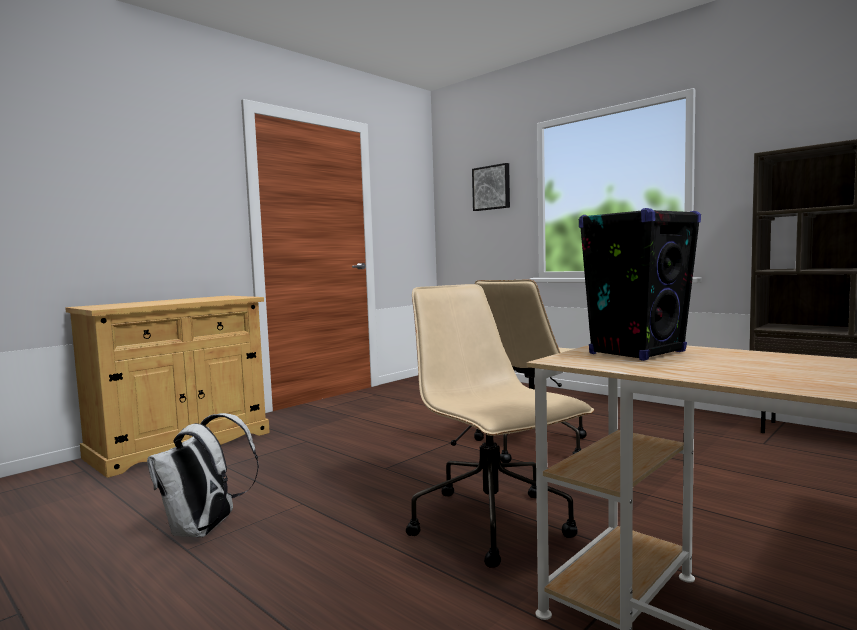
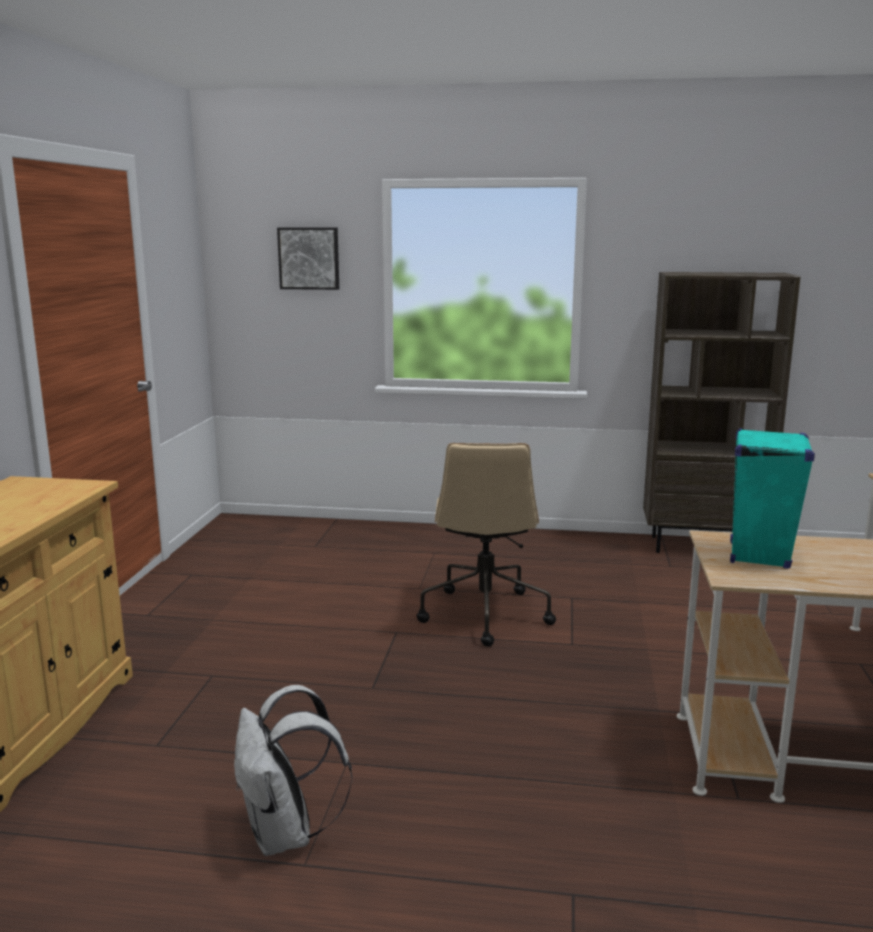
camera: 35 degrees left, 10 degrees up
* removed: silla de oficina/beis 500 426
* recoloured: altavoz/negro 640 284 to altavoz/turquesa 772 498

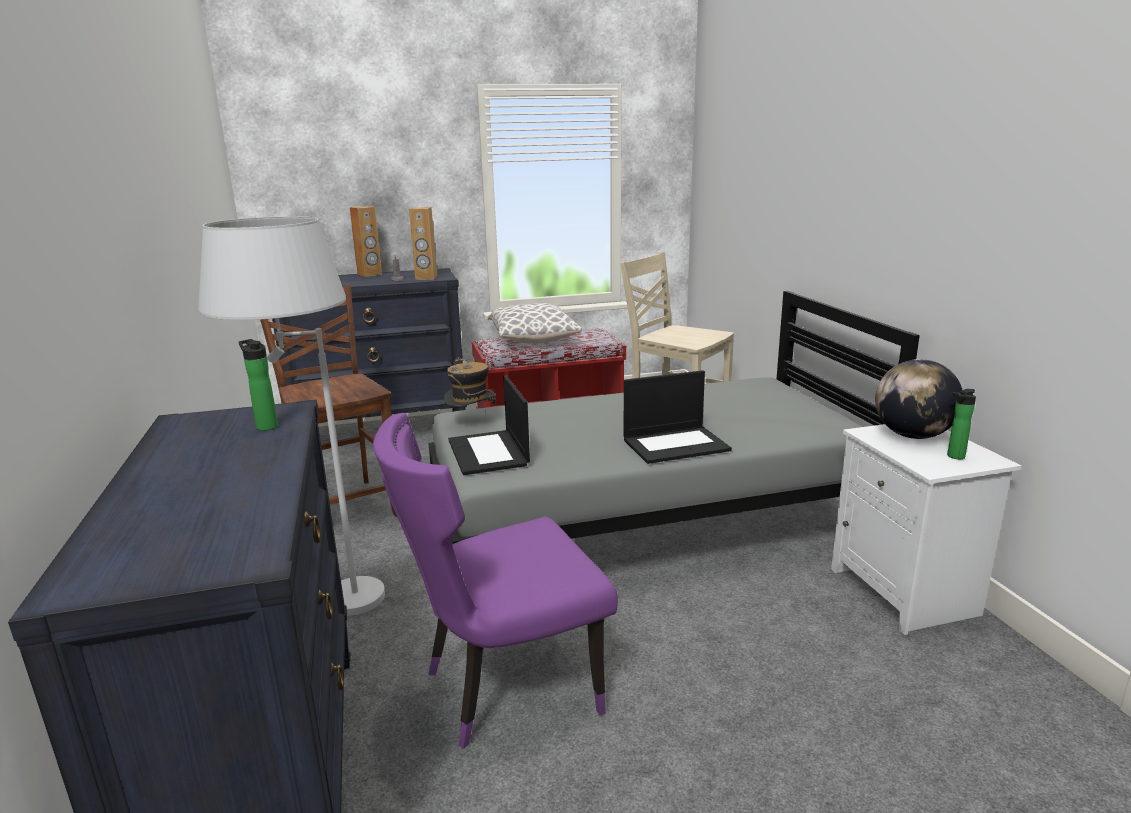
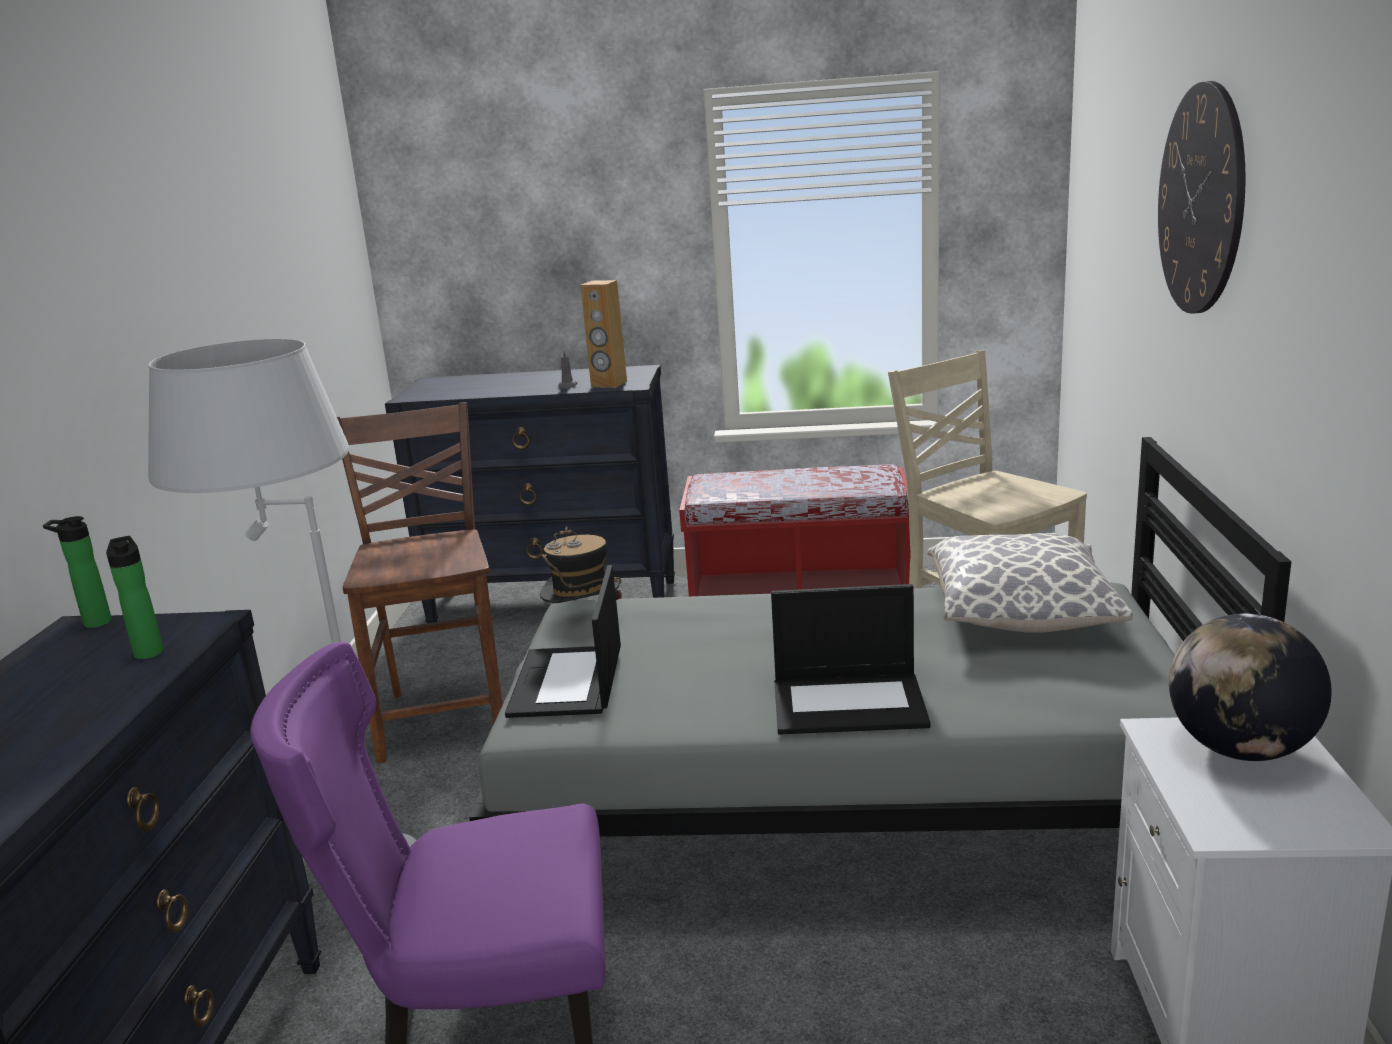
camera: 20 degrees right, 0 degrees up
* removed: altavoz/marrón 366 241
* moved: cojín 535 323 to 1030 583
* moved: botella 961 424 to 77 572
* added: reloj de pared 1202 197

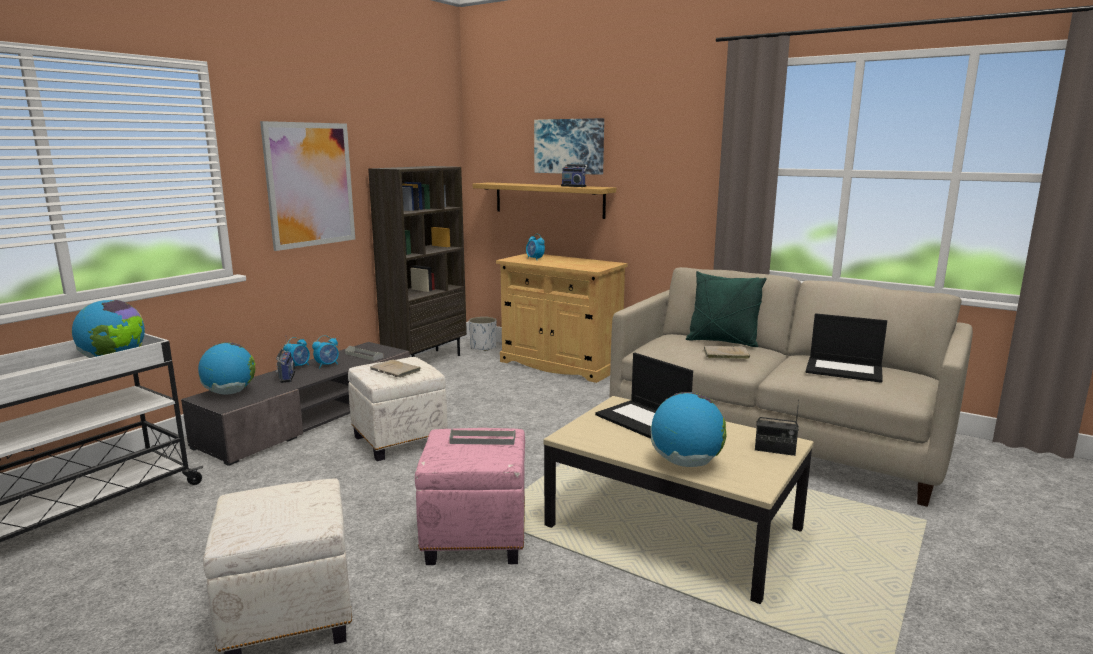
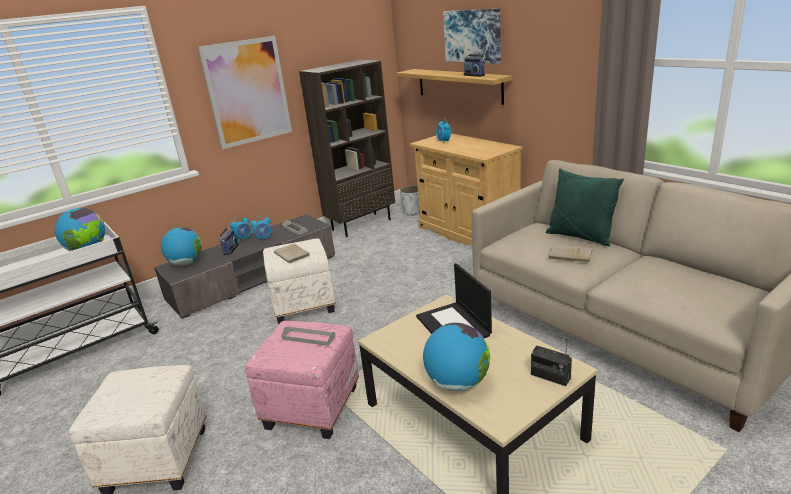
camera: 20 degrees right, 10 degrees up
* removed: portátil 846 348

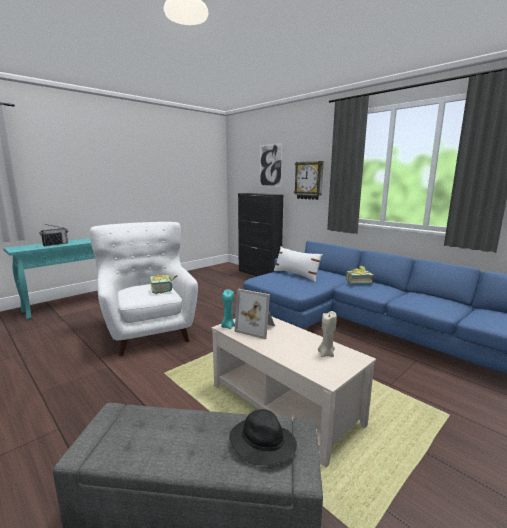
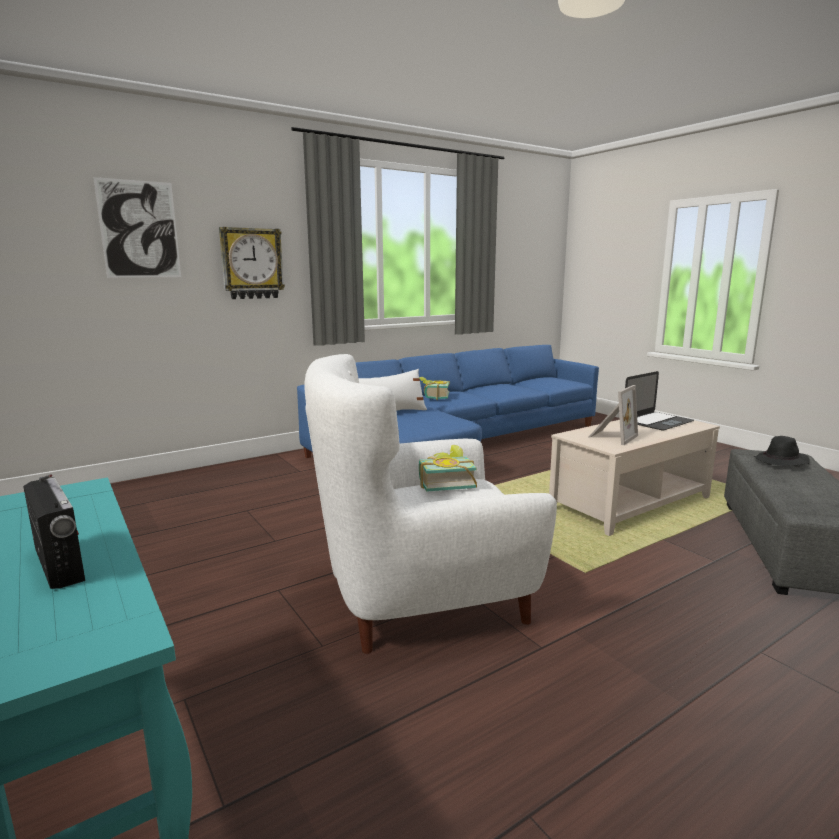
camera: 80 degrees left, 0 degrees up
* removed: vela/turquesa 228 309
* removed: armario/negro 260 234
* replaced: vela/beis 327 334 to portátil 659 400

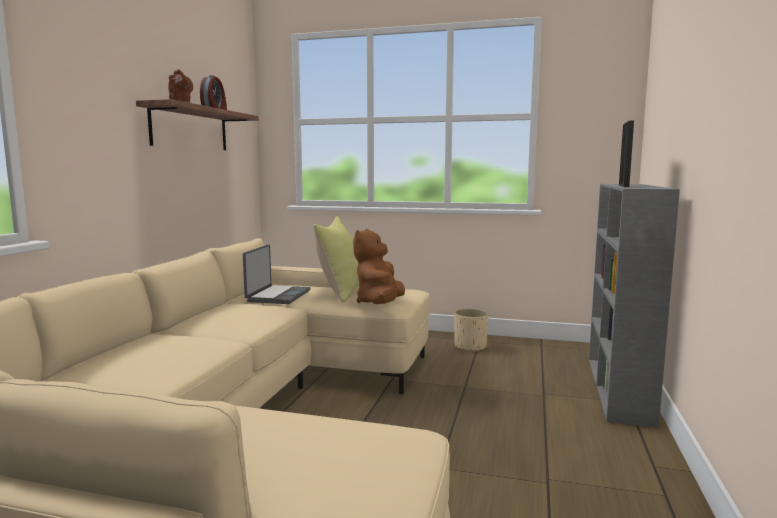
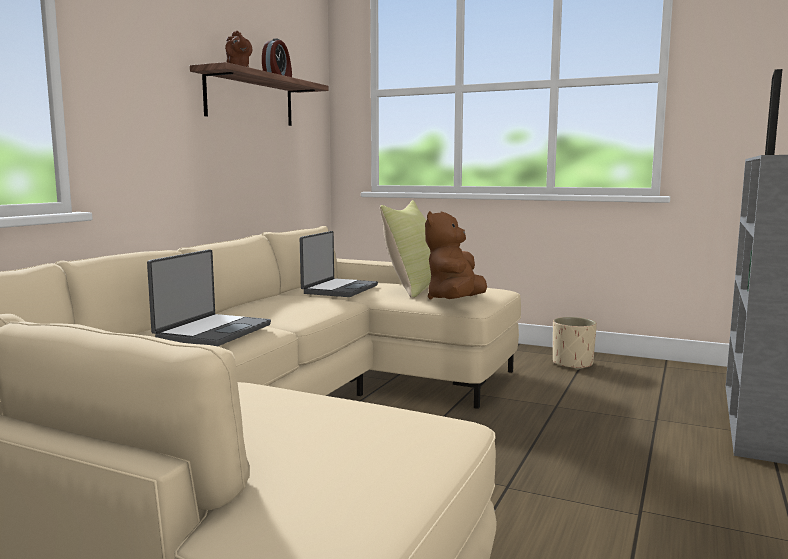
camera: 10 degrees right, 0 degrees up
* added: portátil 209 297

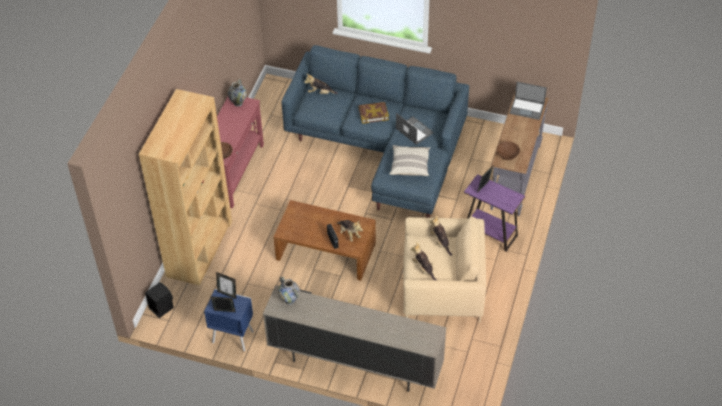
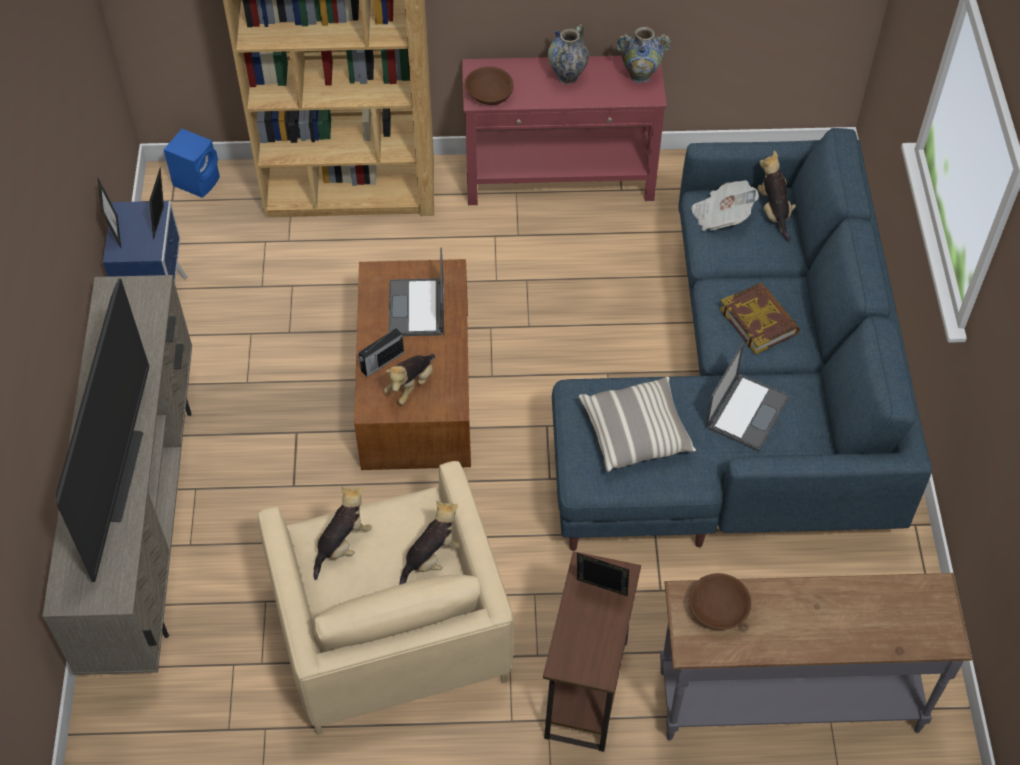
camera: 70 degrees right, 5 degrees up
* recoloured: altavoz/negro 159 300 to altavoz/azul 191 163
* moved: florero 289 291 to 568 54
* recoloured: mesa auxiliar/morado 494 213 to mesa auxiliar/marrón 592 651
* moved: portátil 528 101 to 416 292
* added: televisor 102 430
* added: periódico 725 205

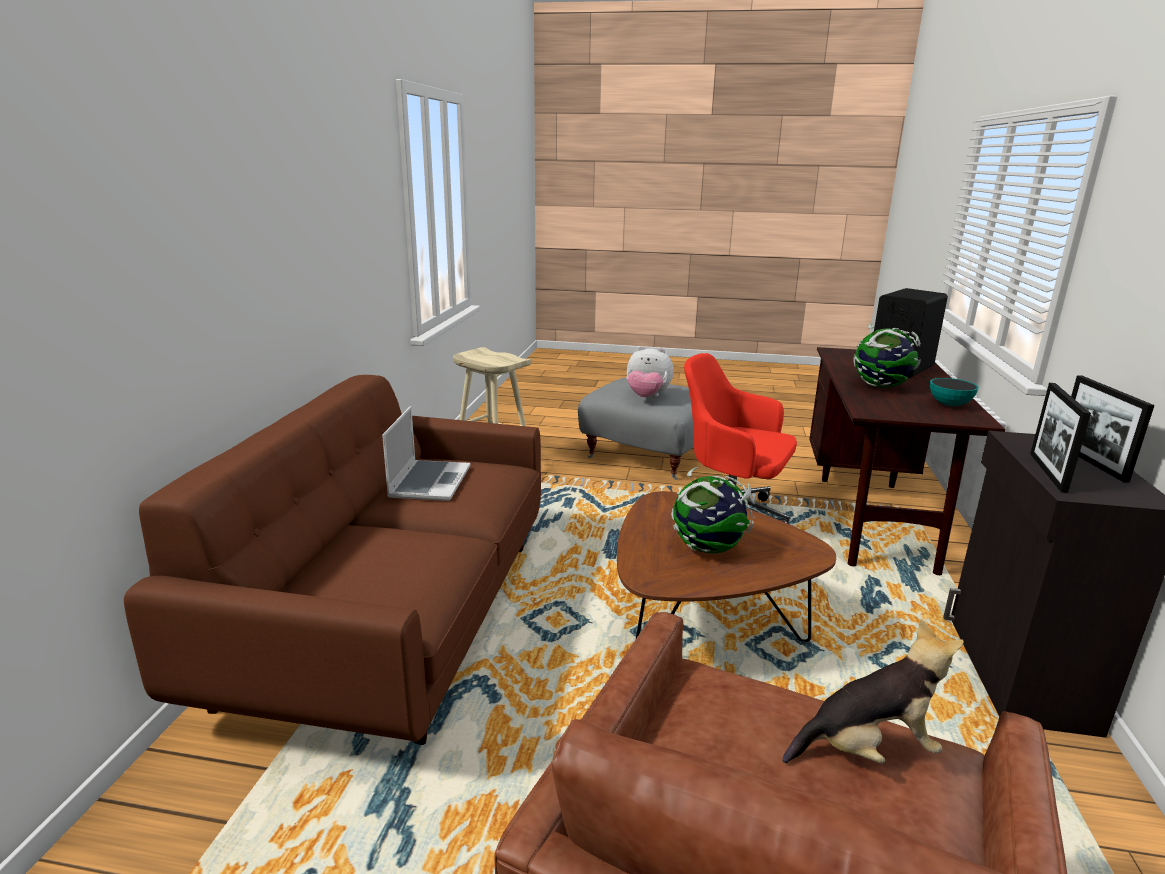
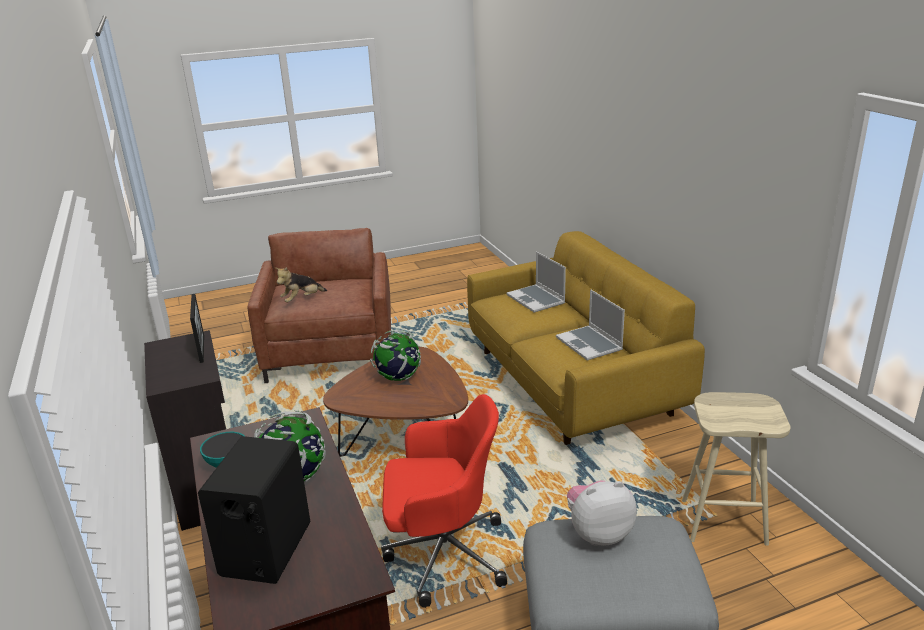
camera: 150 degrees right, 5 degrees up
* recoloured: sofá/marrón 332 560 to sofá/amarillo 586 338
* removed: portarretratos 1113 429
* added: portátil 536 282

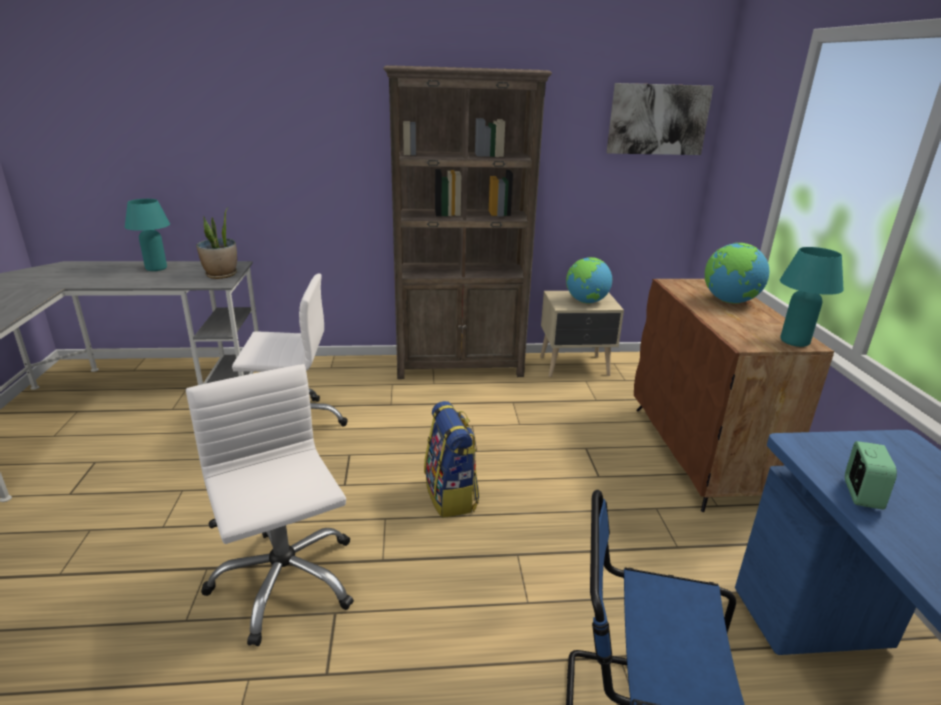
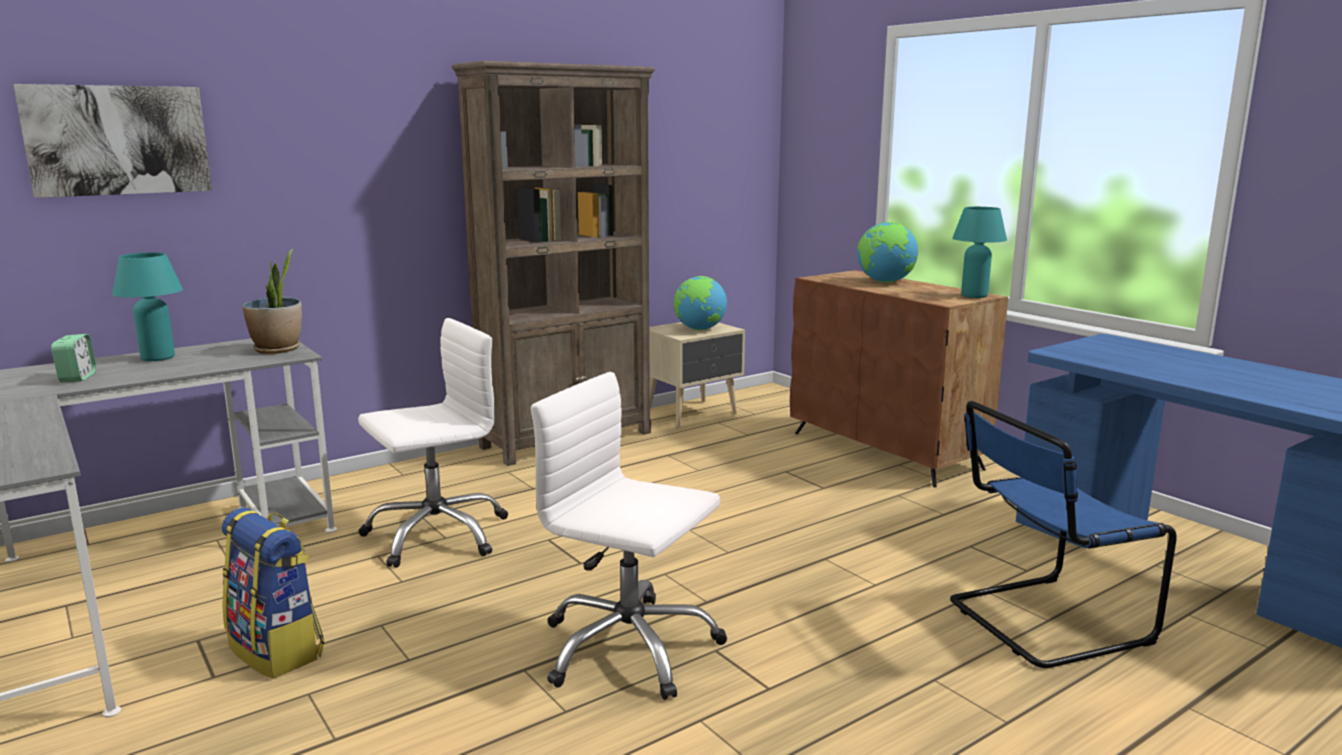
camera: 30 degrees left, 10 degrees down
* moved: mochila 452 459 to 273 593
* moved: cuadro 660 119 to 113 141
* moved: despertador 871 475 to 74 358

